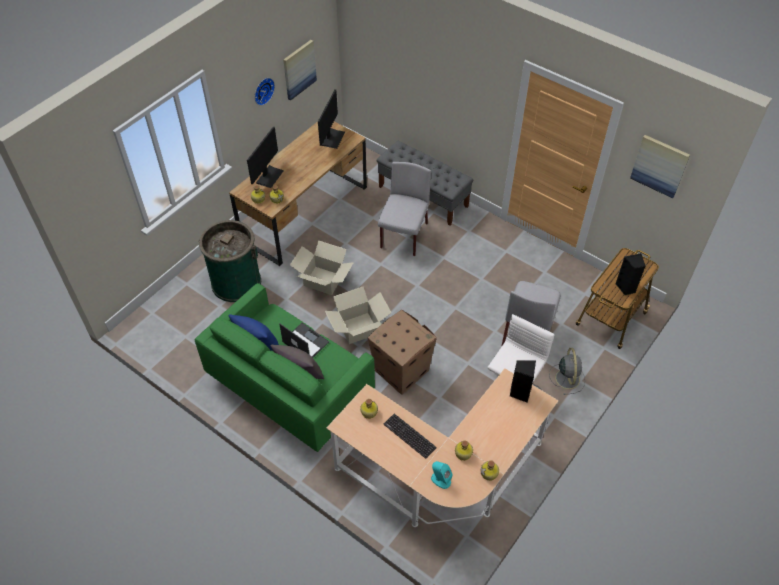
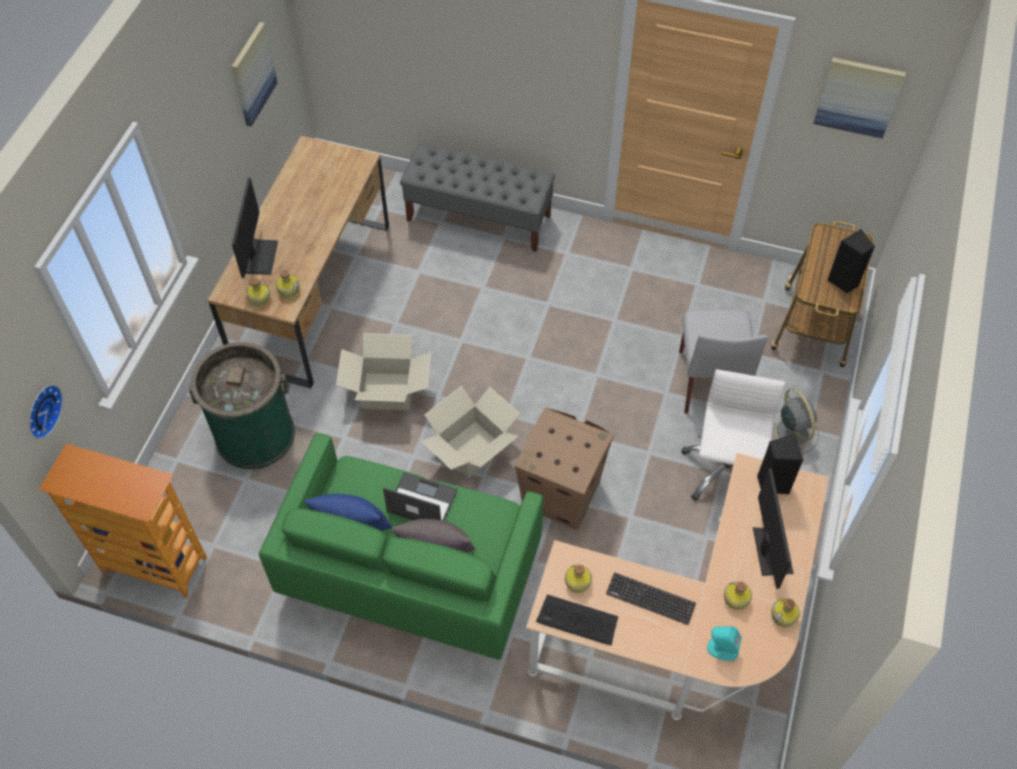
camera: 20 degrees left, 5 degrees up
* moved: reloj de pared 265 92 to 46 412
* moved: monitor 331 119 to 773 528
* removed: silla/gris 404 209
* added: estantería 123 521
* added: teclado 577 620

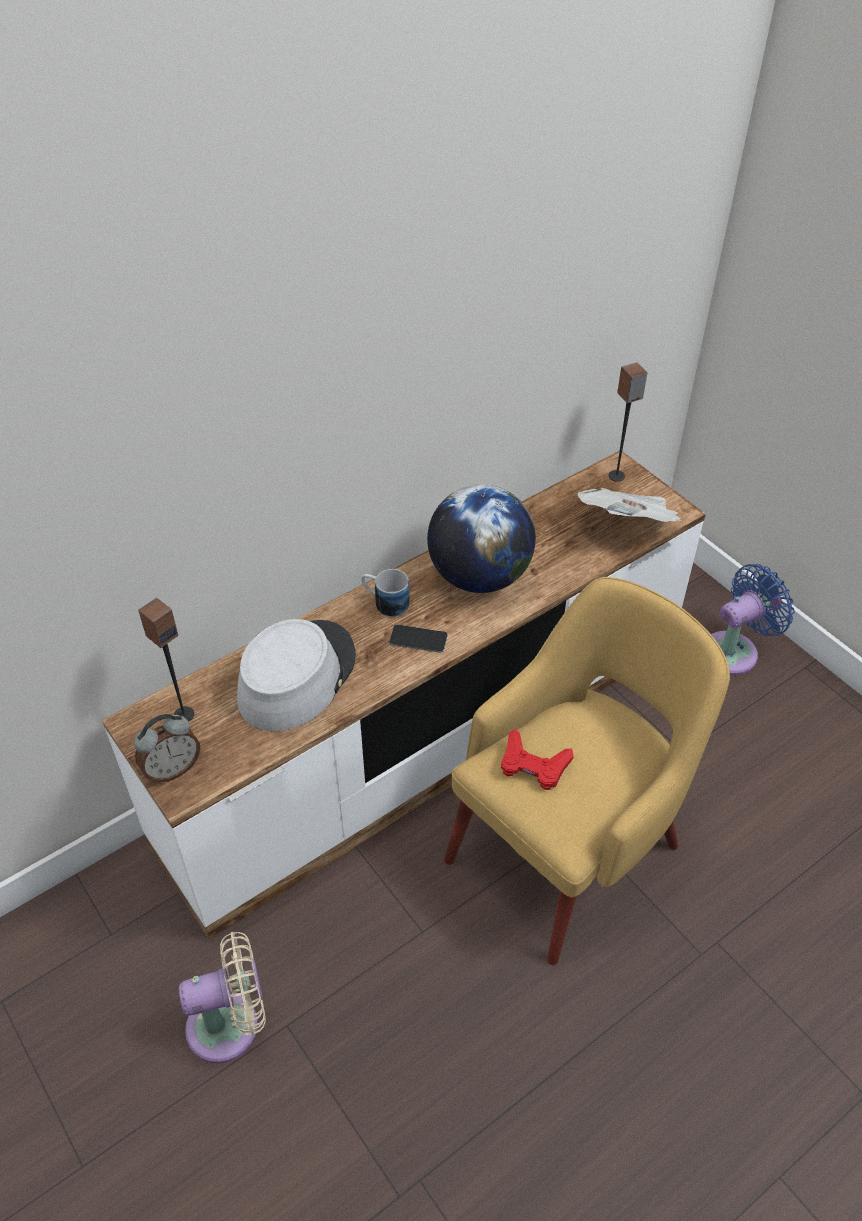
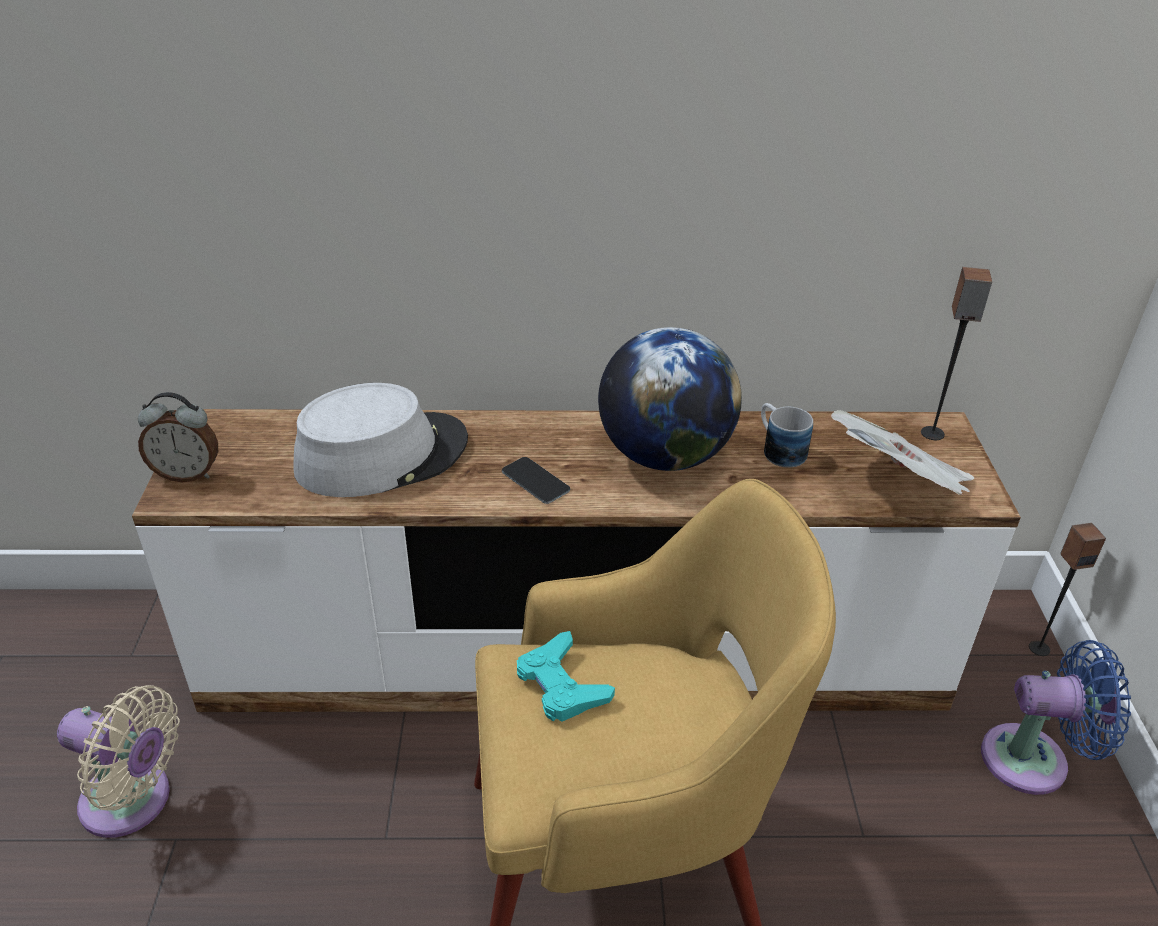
camera: 35 degrees right, 10 degrees down
* moved: altavoz 166 659 to 1067 589
* moved: taza grande 385 593 to 787 435
* recoloured: mando de consola/rojo 537 759 to mando de consola/turquesa 566 676

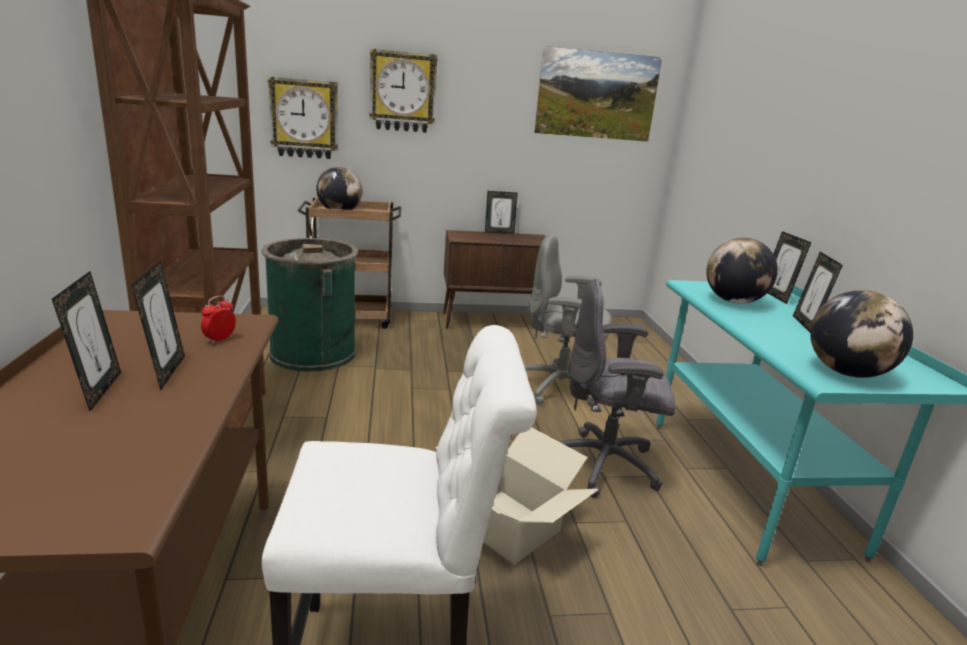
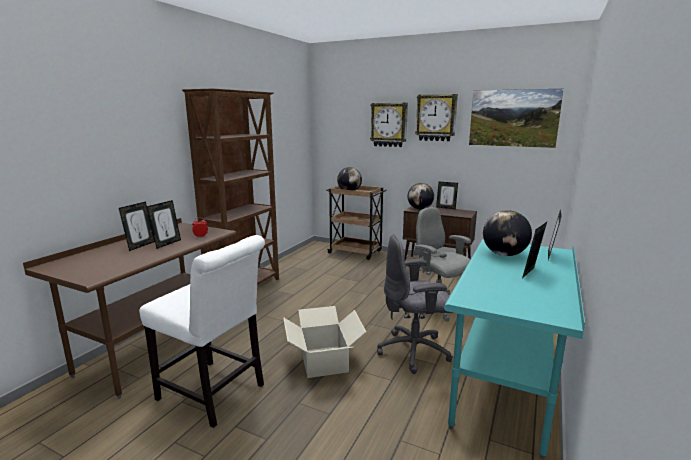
camera: 35 degrees right, 5 degrees down
* removed: papelera/verde 310 305
* moved: reloj de pared 303 118 to 436 117
* turned: silla de oficina/gris 617 388 = 415 304 45 degrees counterclockwise
* moved: globo terráqueo 861 334 to 421 196

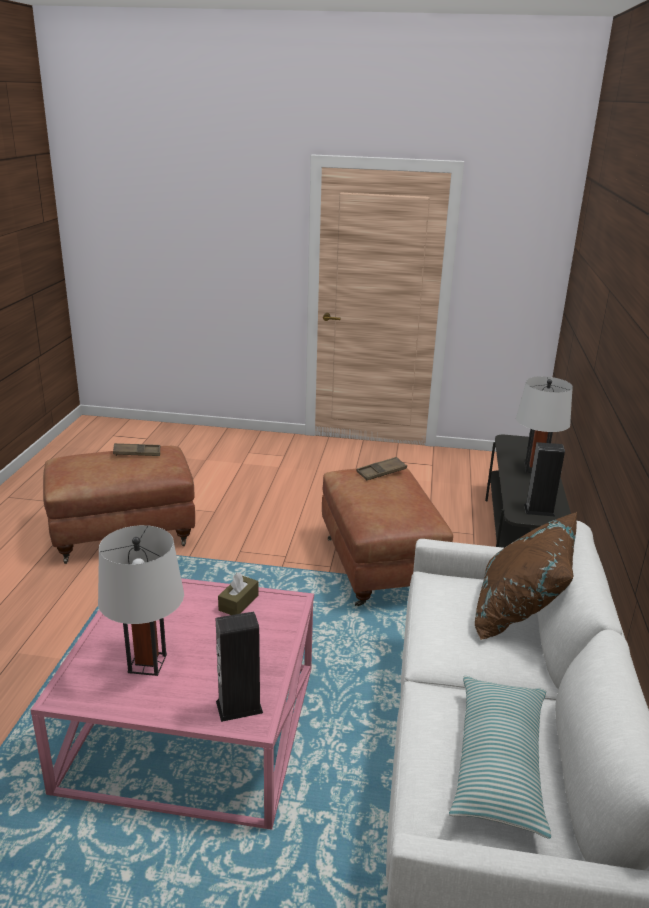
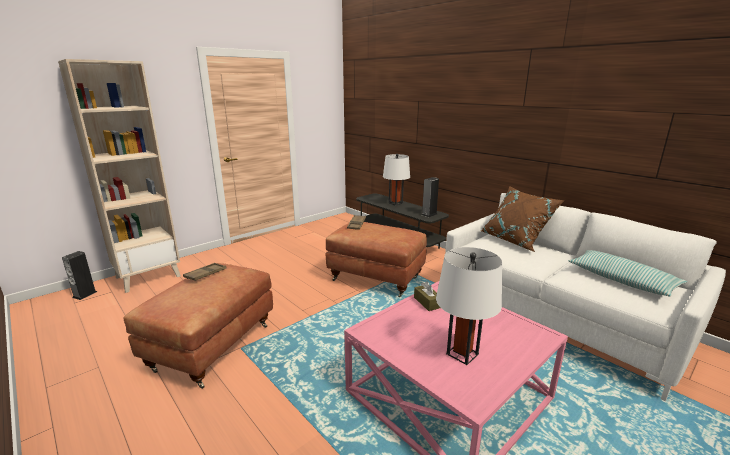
camera: 50 degrees left, 5 degrees down
* moved: altavoz 239 666 to 79 275
* added: estantería/beis 119 176

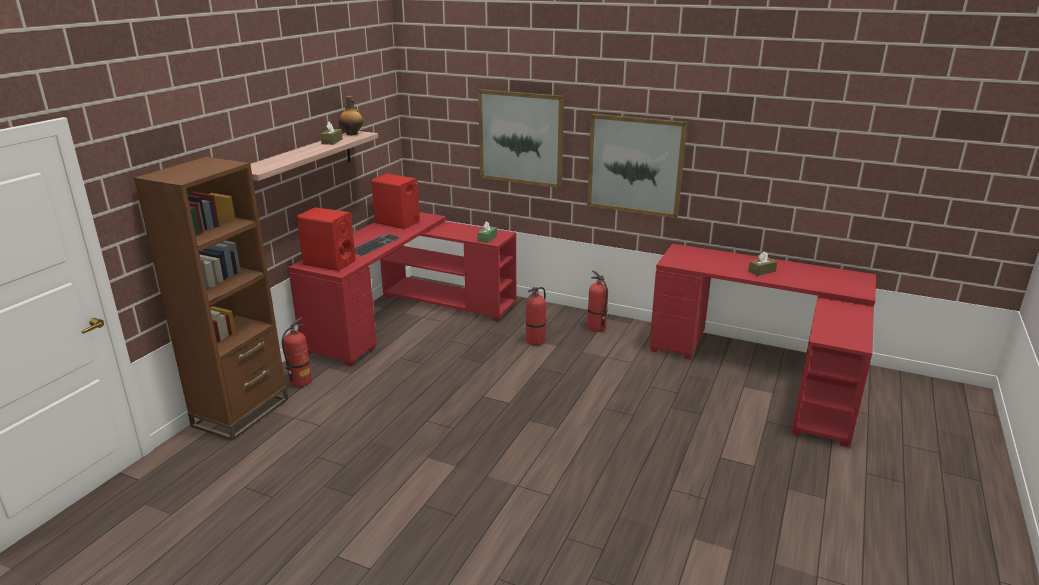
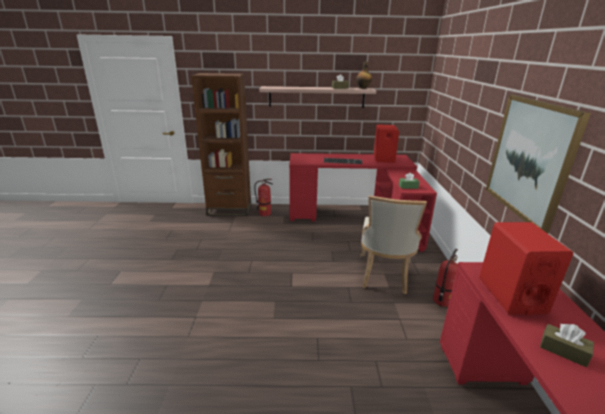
camera: 65 degrees right, 0 degrees up
* moved: altavoz/rojo 326 239 to 526 268
* removed: cuadro 521 138
* replaced: extintor 536 316 to silla/beis 393 244

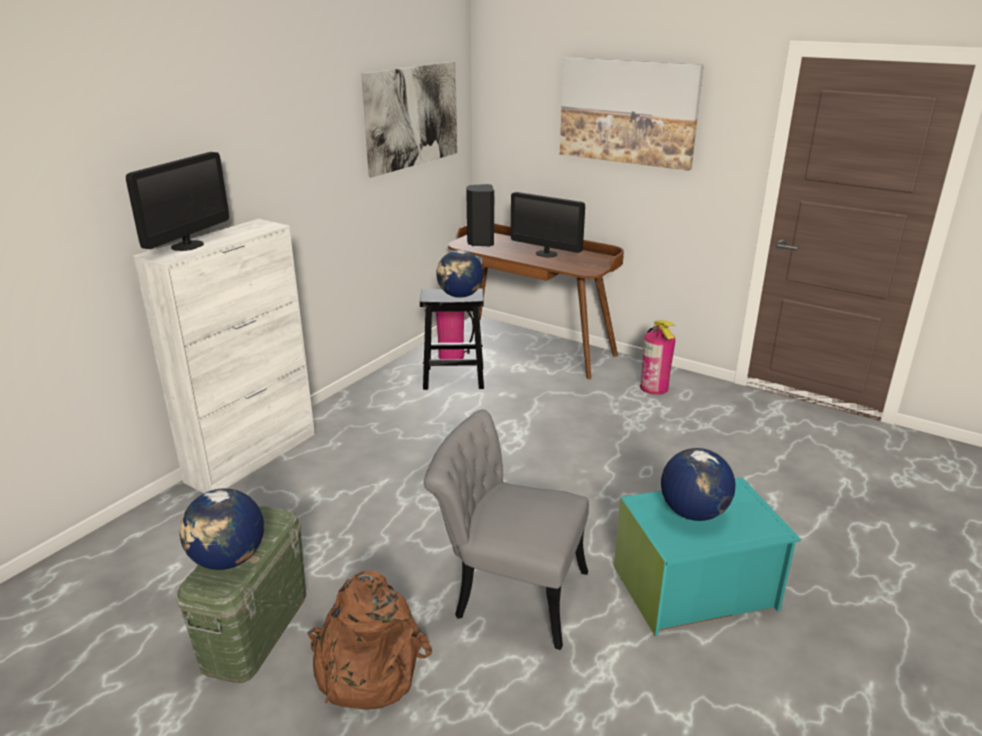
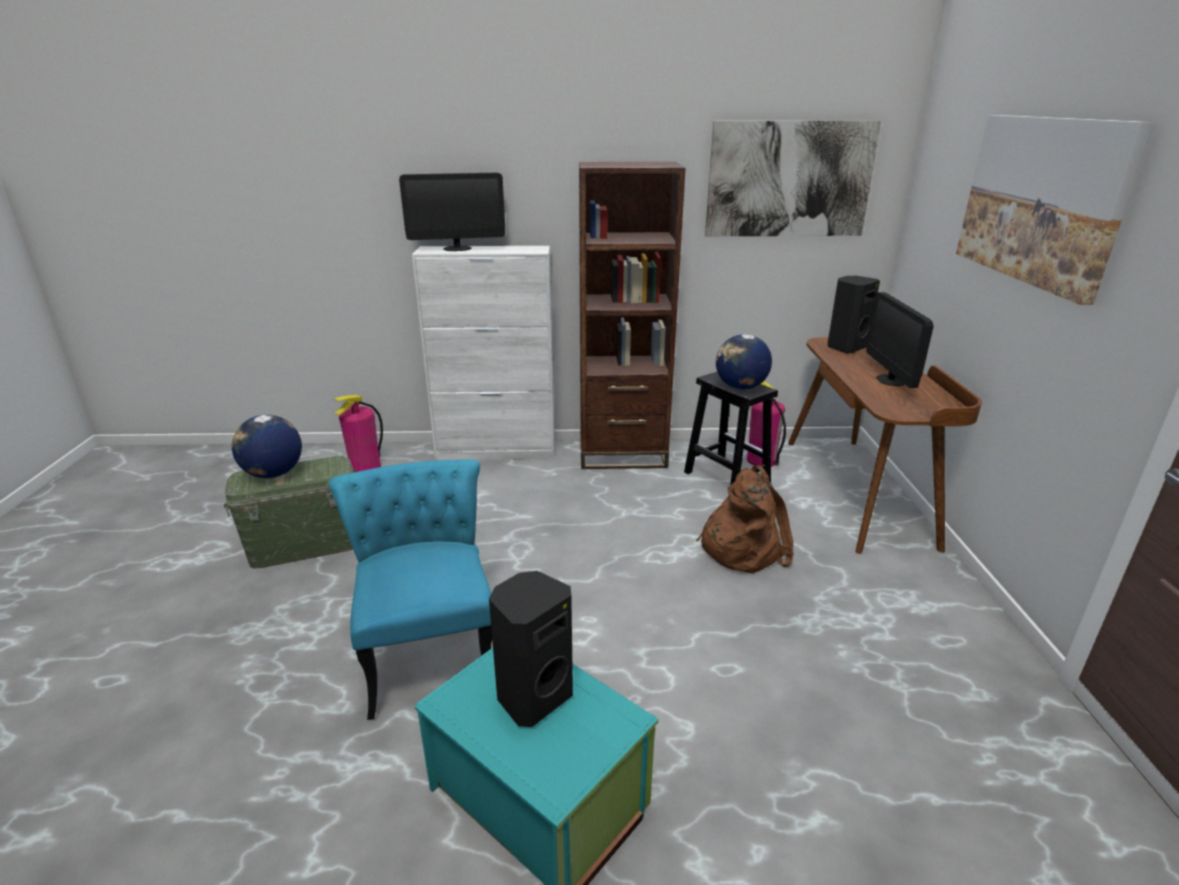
camera: 55 degrees right, 0 degrees up
* moved: mochila/marrón 369 640 to 745 519
* recoloured: silla/gris 506 530 to silla/turquesa 410 589
* moved: extintor 658 357 to 358 433
* replaced: globo terráqueo 698 484 to altavoz/negro 531 649
* added: estantería/marrón 632 315

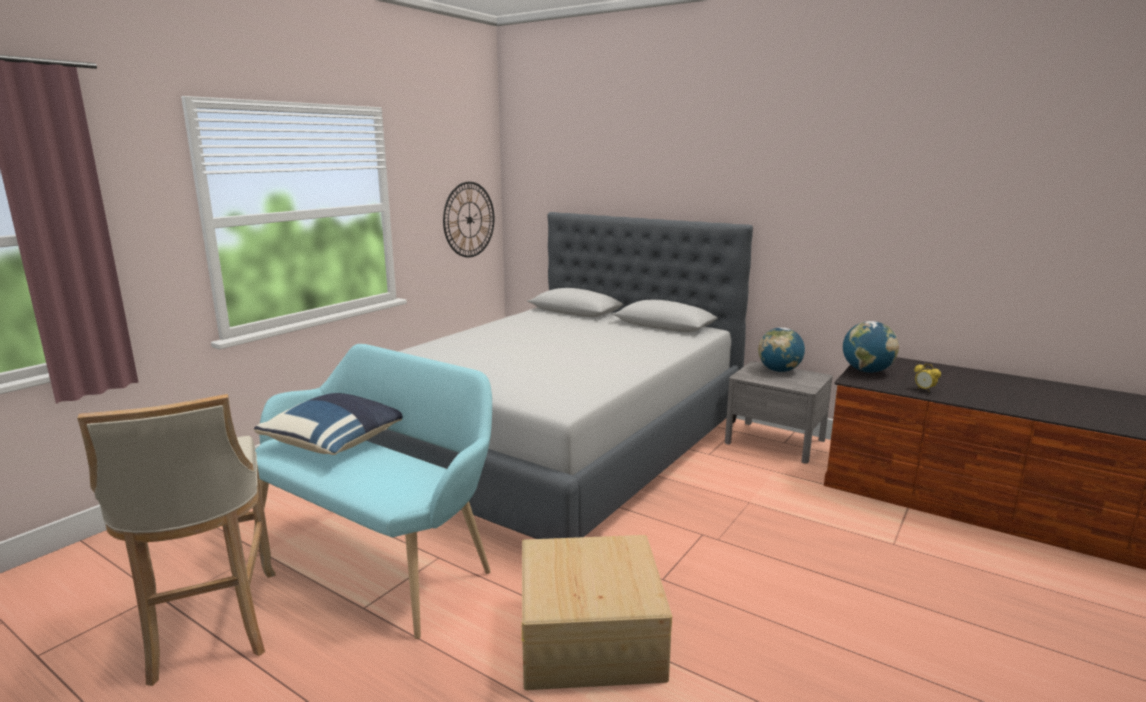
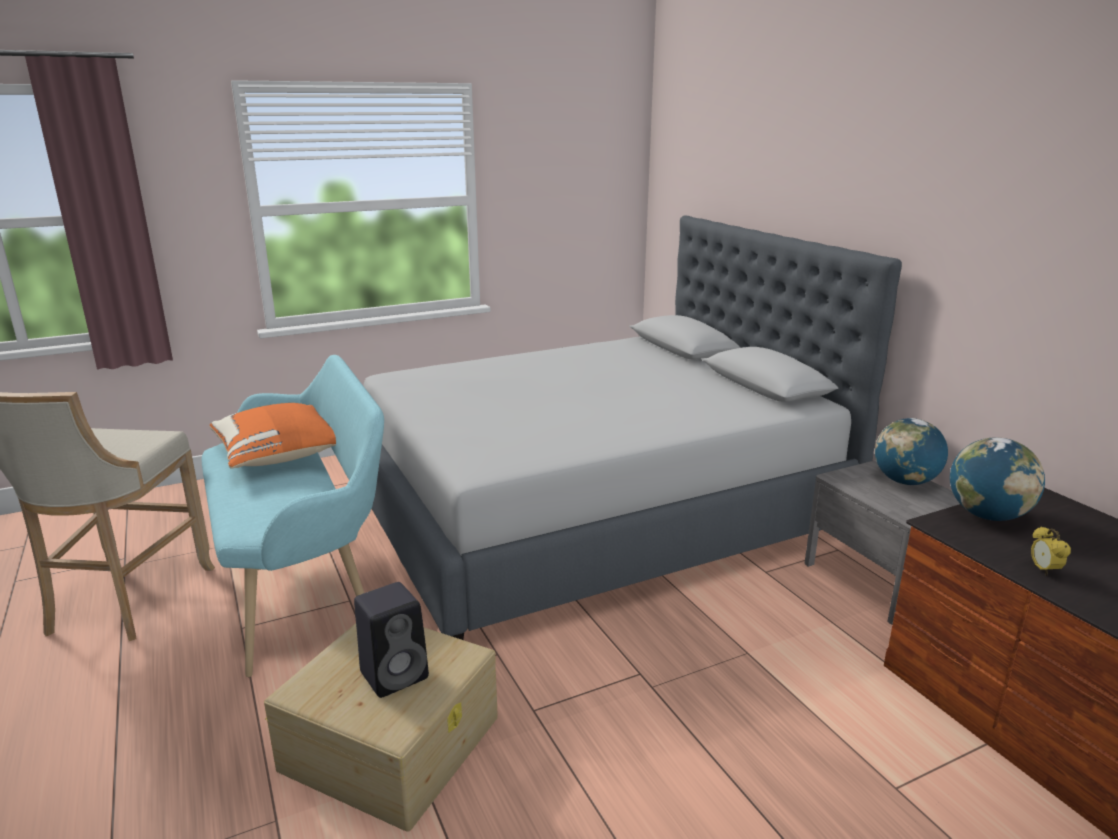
camera: 30 degrees right, 5 degrees up
* recoloured: cojín/azul 328 424 to cojín/naranja 273 436
* removed: reloj de pared 468 219
* added: altavoz/negro 391 640

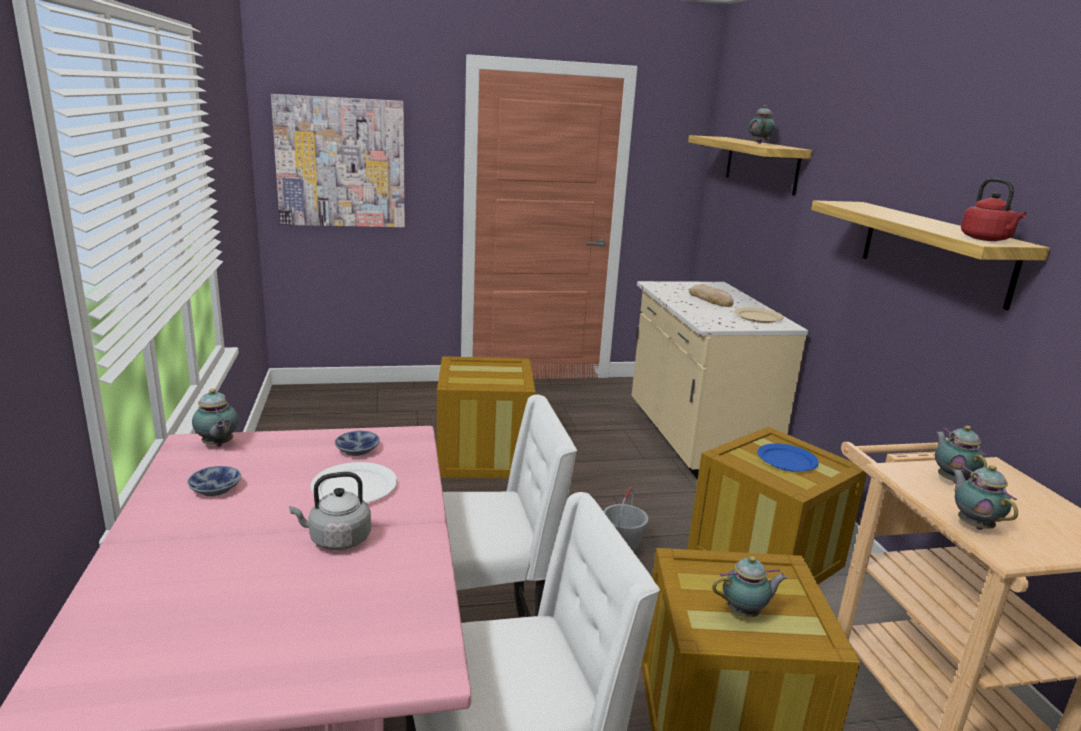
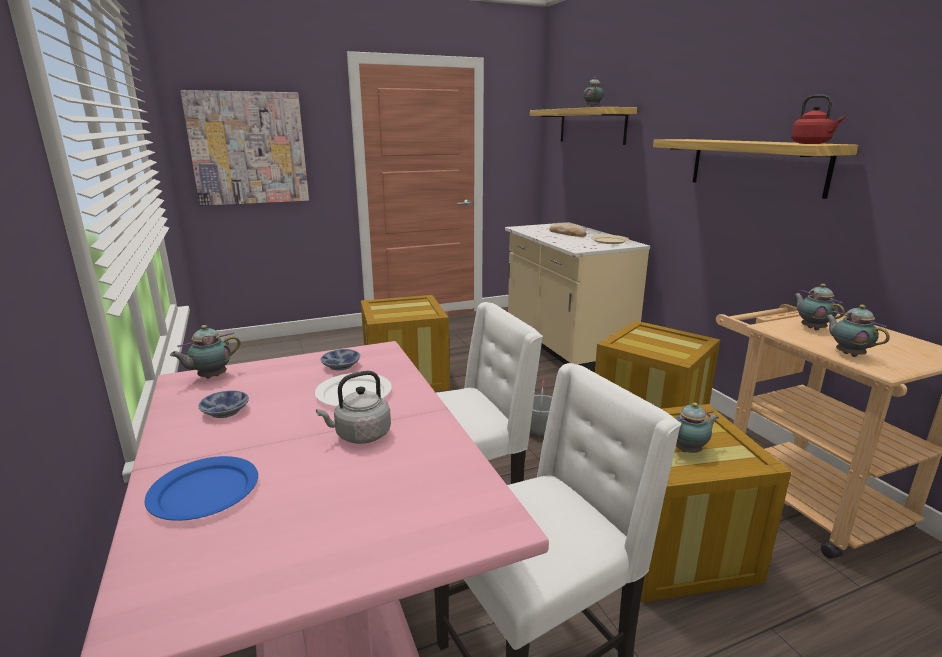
camera: 10 degrees left, 0 degrees up
* turned: tetera 215 418 = 205 352 90 degrees clockwise
* moved: plato/azul 788 457 to 201 488

